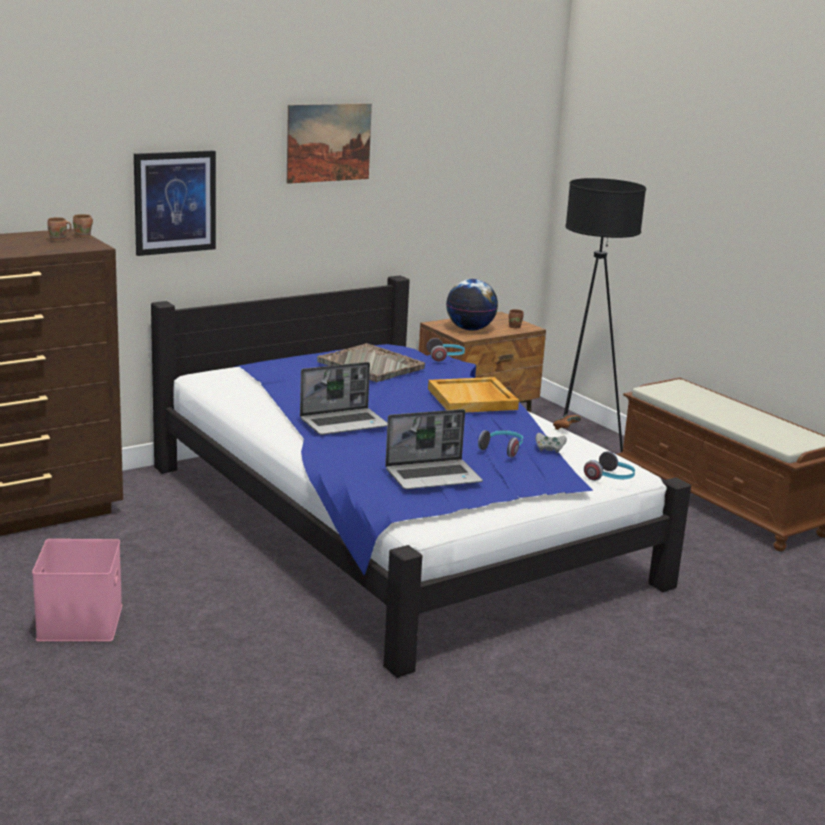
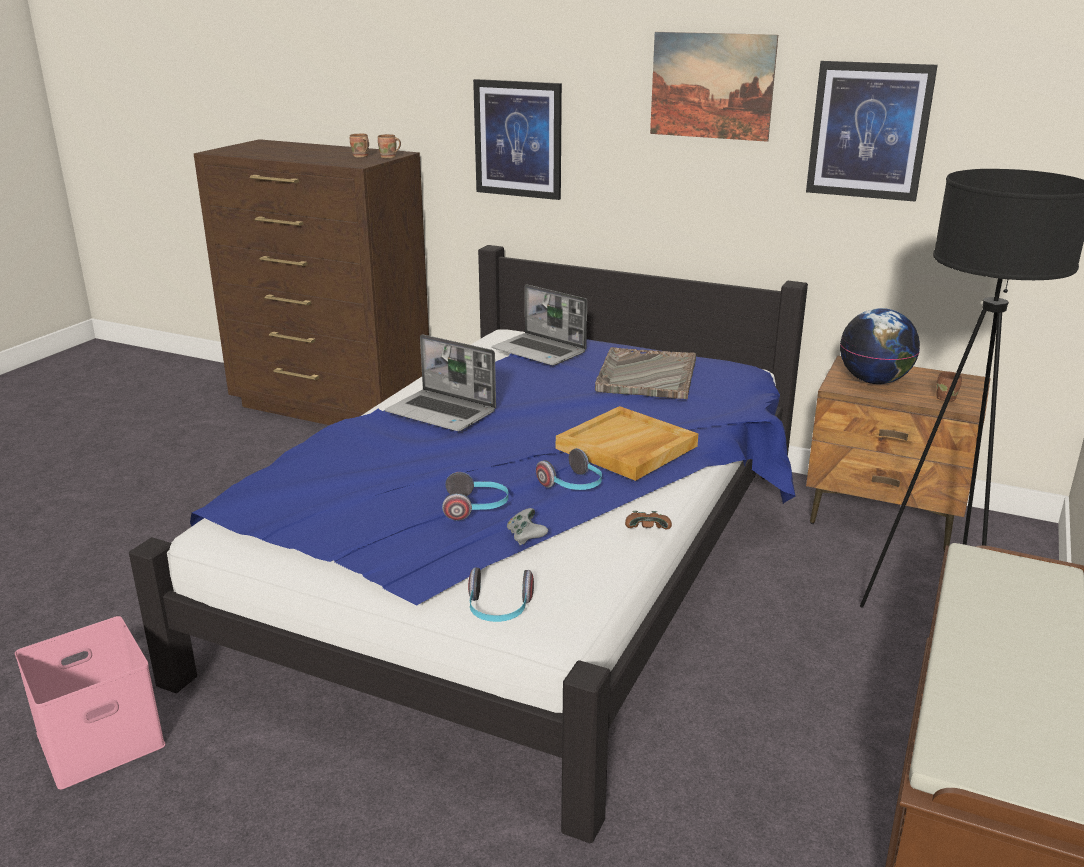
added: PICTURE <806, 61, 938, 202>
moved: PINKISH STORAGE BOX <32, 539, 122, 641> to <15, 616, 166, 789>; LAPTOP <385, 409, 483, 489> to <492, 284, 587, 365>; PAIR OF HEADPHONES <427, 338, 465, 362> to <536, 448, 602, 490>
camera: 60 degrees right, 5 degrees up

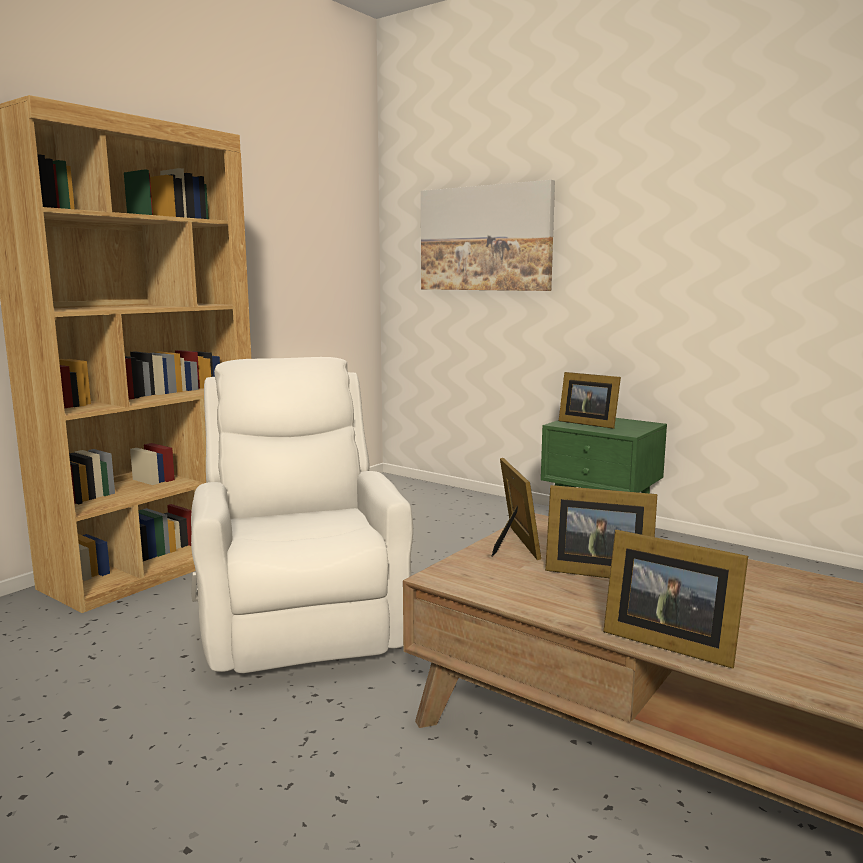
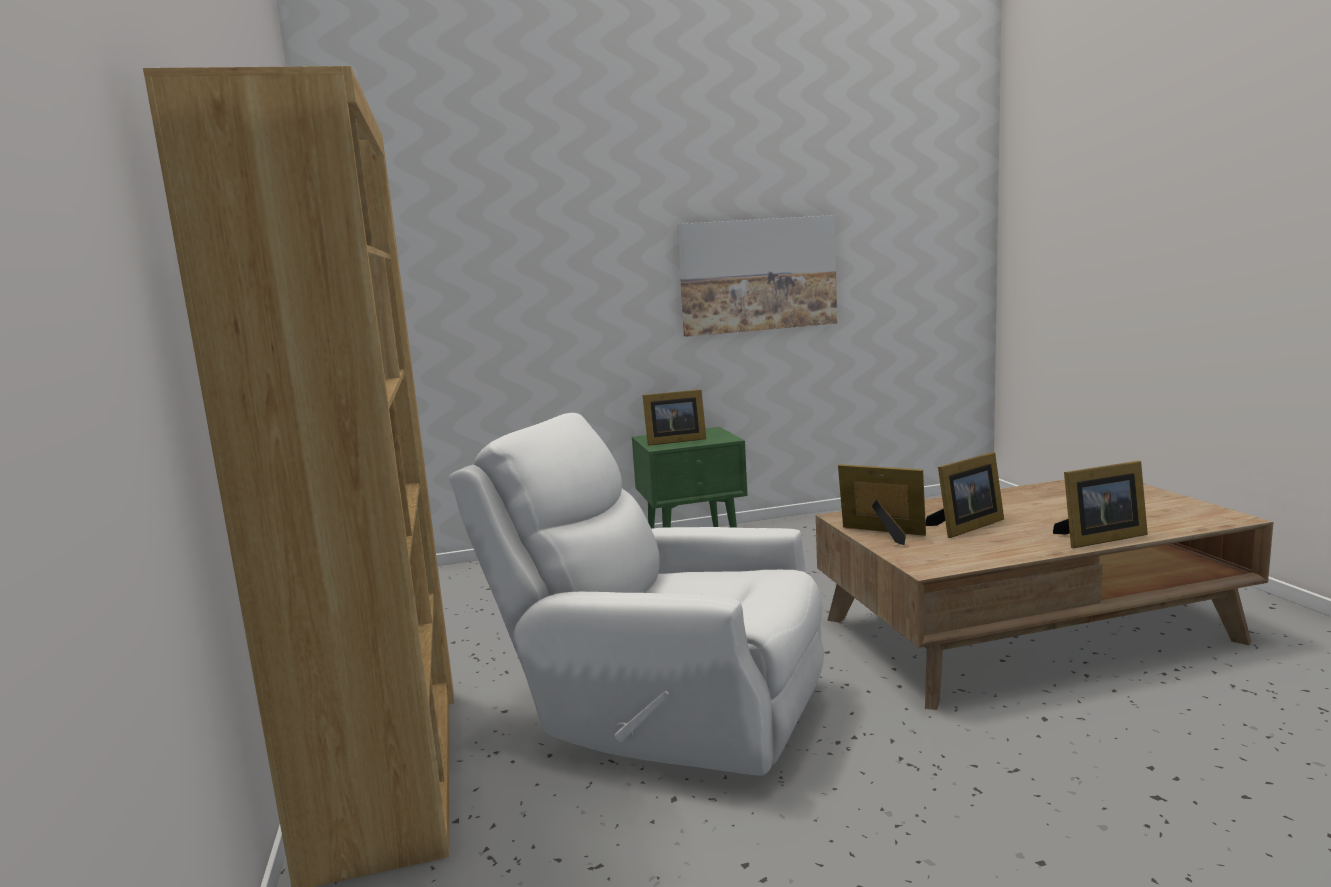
moved: PICTURE <421, 180, 555, 291> to <677, 215, 837, 337>
camera: 50 degrees left, 0 degrees up

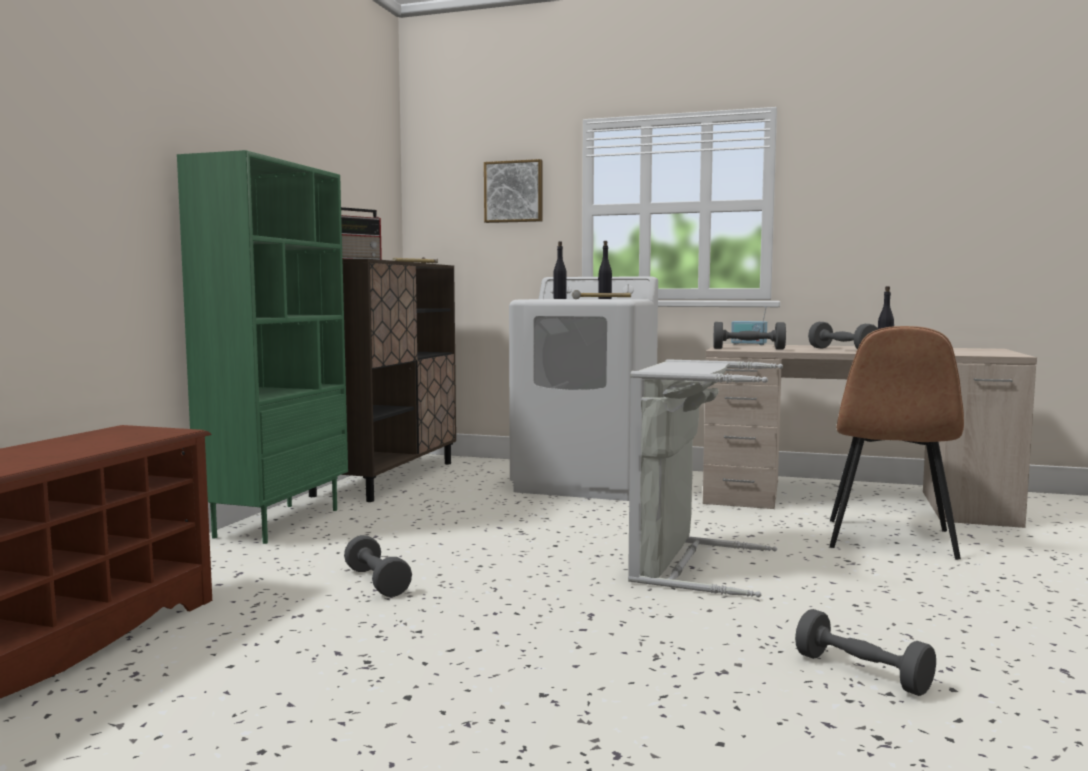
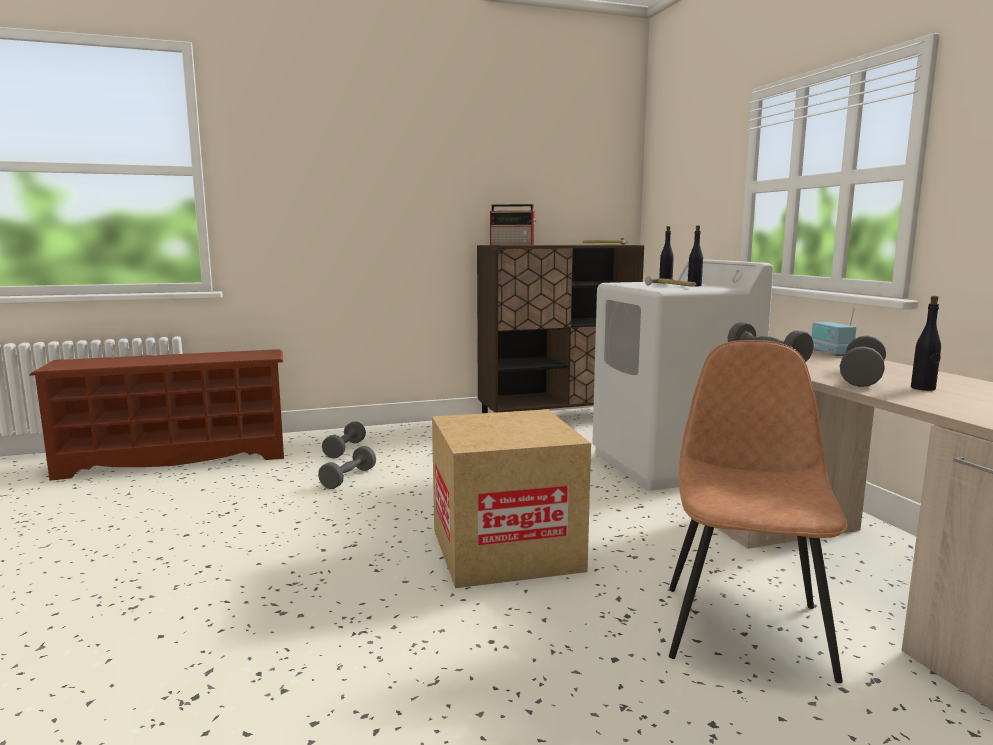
removed: GREEN SHELVING UNIT <177, 150, 348, 544>; PICTURE <484, 159, 543, 223>
moved: GRAY HAND WEIGHT <795, 609, 936, 696> to <322, 421, 366, 458>
replaced: GRAY WASHING BASKET <628, 359, 783, 597> to PACKING BOX <432, 409, 591, 588>
turned: BROWN-COLOURED CHAIR <830, 326, 964, 560> = <669, 340, 848, 683> 120 degrees clockwise
camera: 55 degrees right, 5 degrees up

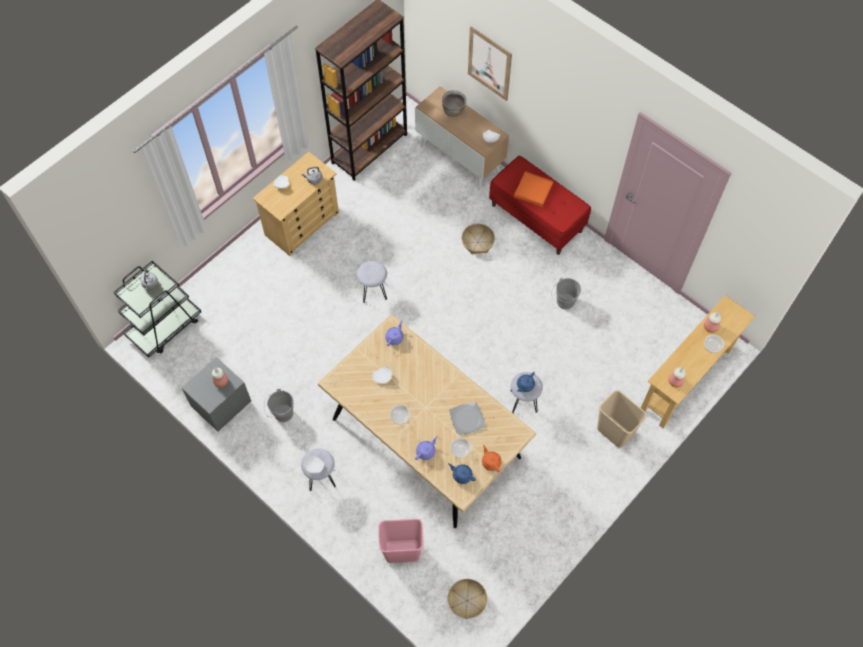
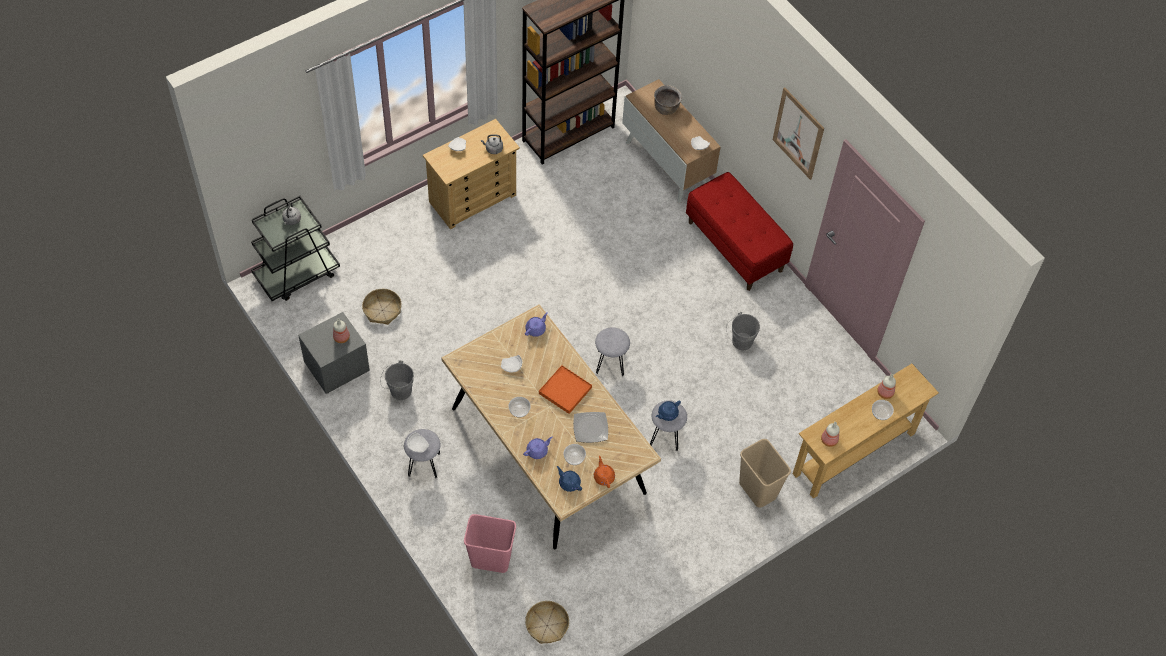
moved: GRAY SITTING STOOL <357, 261, 387, 303> to <595, 327, 630, 376>; HOUSEHOLD BASKET <462, 224, 495, 254> to <362, 289, 402, 325>; PICTURE <468, 26, 512, 101> to <773, 87, 824, 180>; ORANGEY TRAY <514, 171, 553, 207> to <539, 365, 592, 414>
camera: 10 degrees right, 5 degrees down

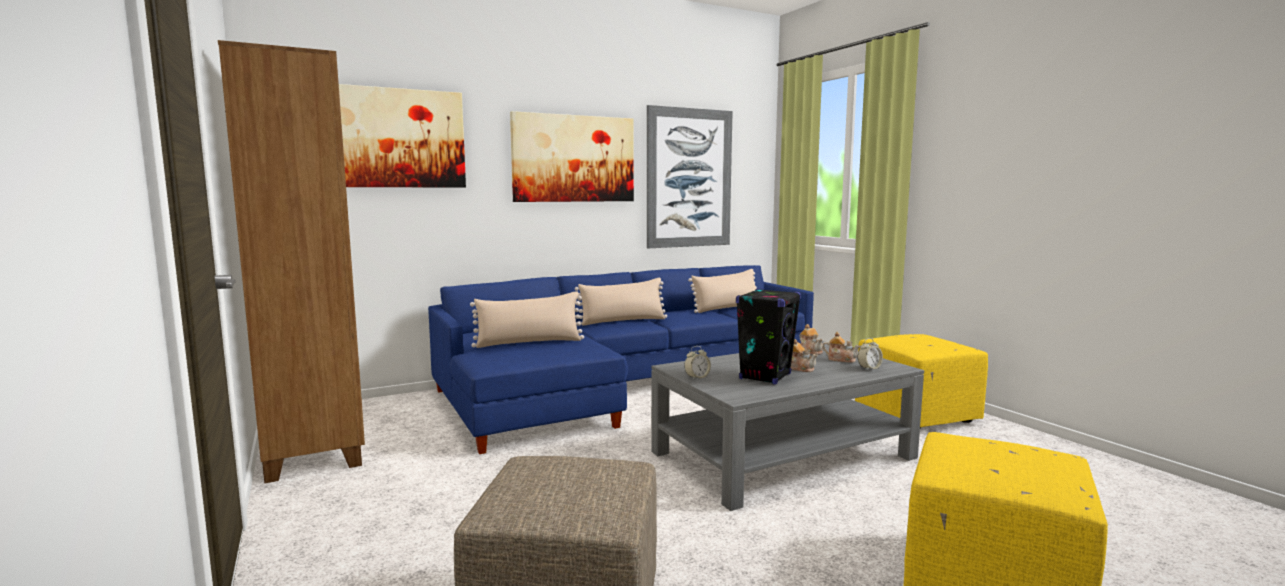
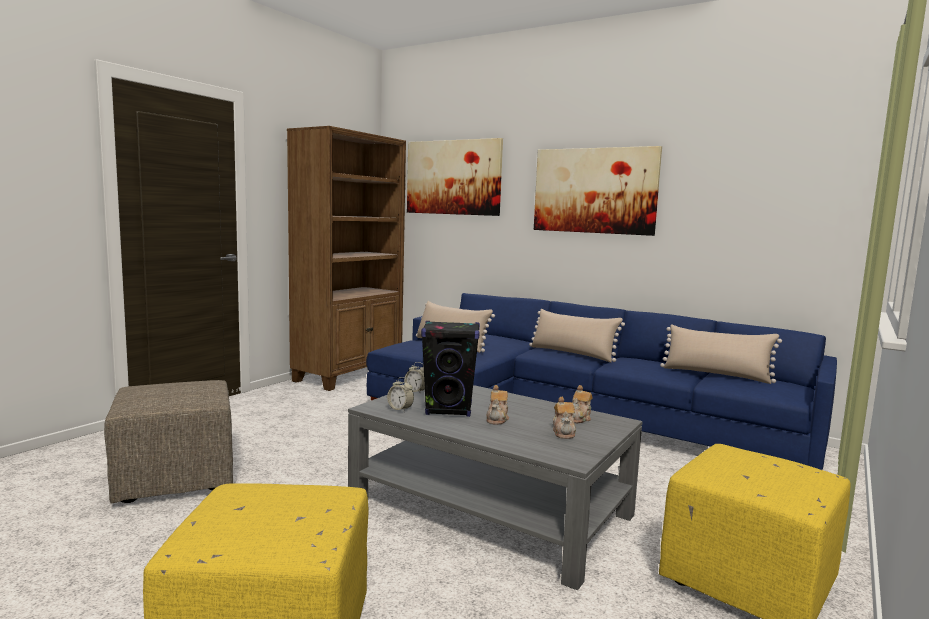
removed: PICTURE <647, 105, 733, 248>
moved: TABLE CLOCK <857, 338, 883, 370> to <387, 377, 414, 412>
camera: 60 degrees right, 0 degrees up

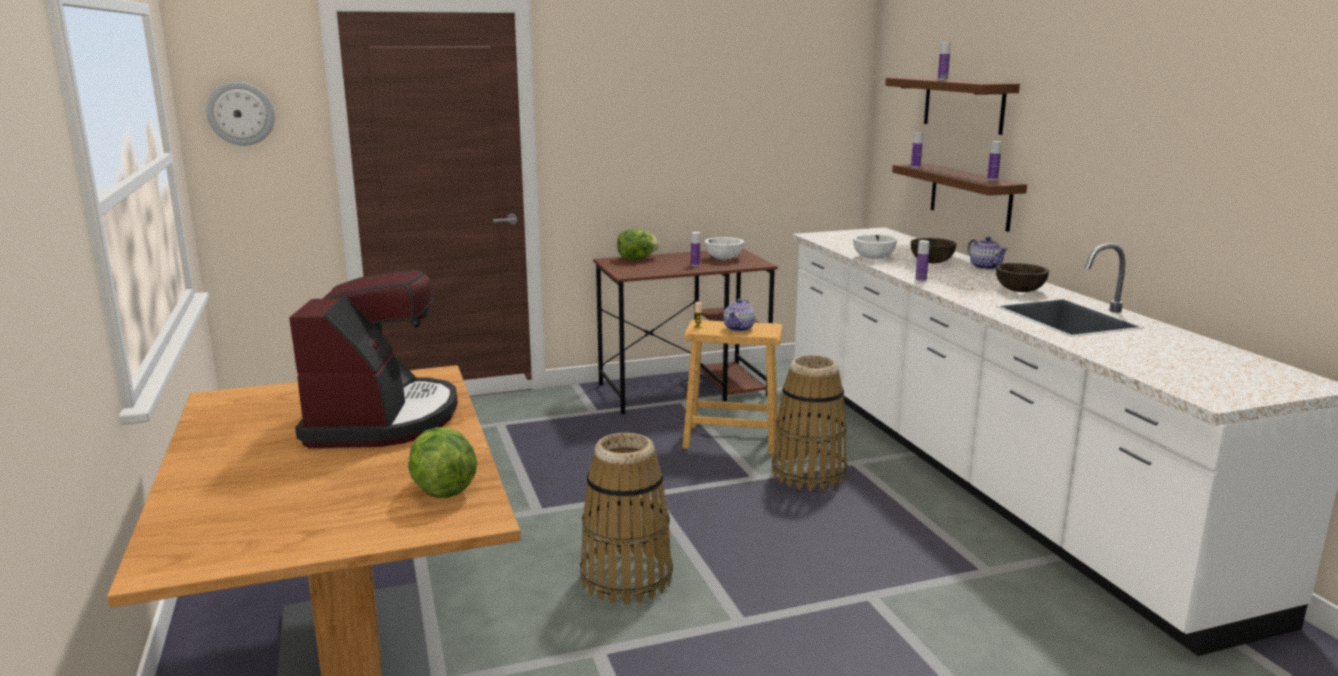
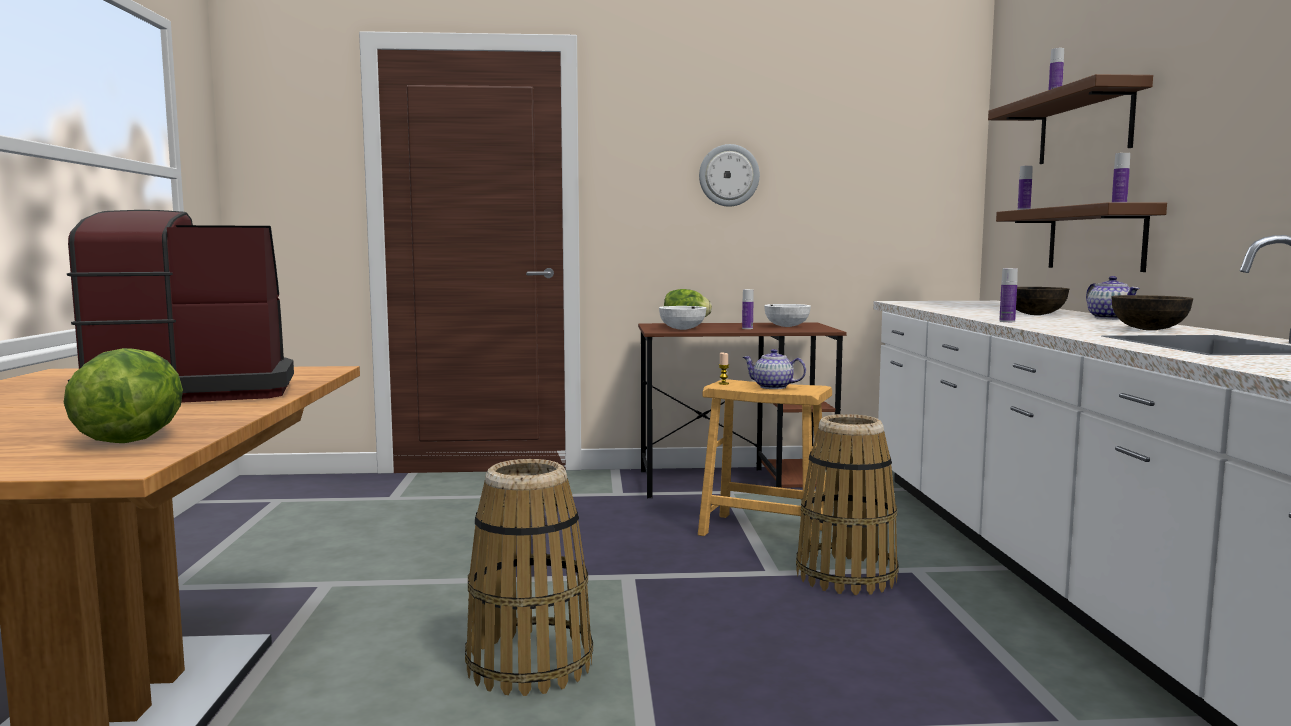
moved: CLOCK ON THE WALL <206, 82, 275, 146> to <699, 144, 760, 207>; WHITE-COLOURED SERVING BOWL <853, 234, 897, 259> to <659, 306, 707, 330>
turned: COFFEE BREWER <289, 270, 458, 448> = <67, 210, 294, 403> 120 degrees counterclockwise; POT FOR TEA <723, 299, 755, 332> = <743, 349, 806, 389> 75 degrees clockwise
camera: 15 degrees right, 10 degrees down

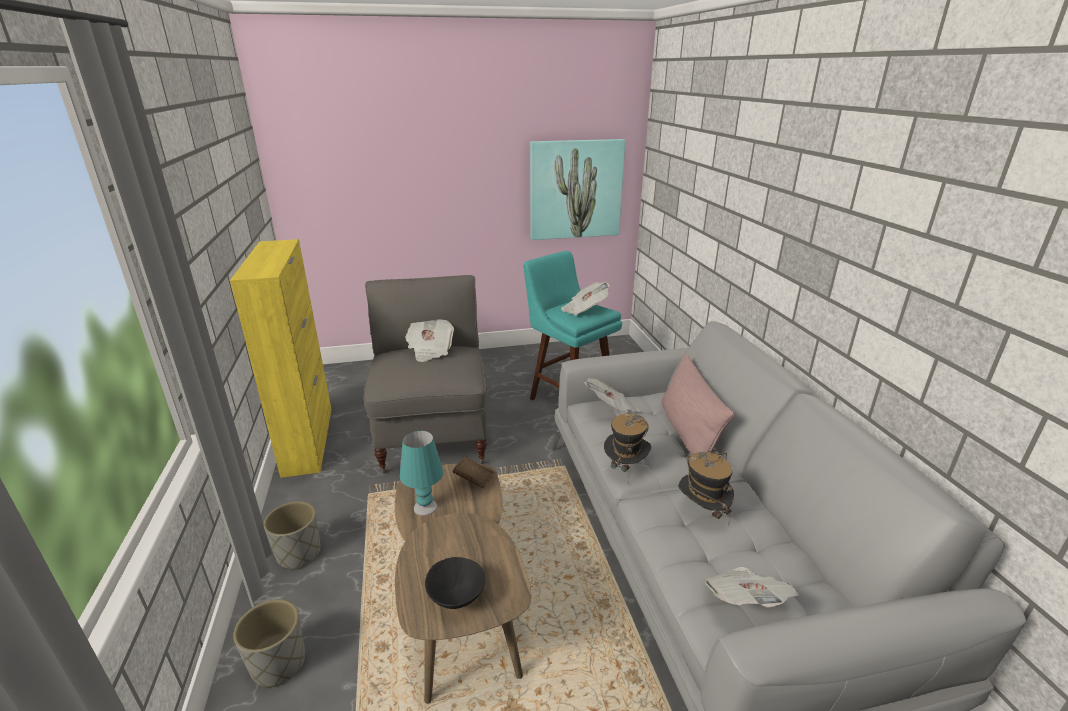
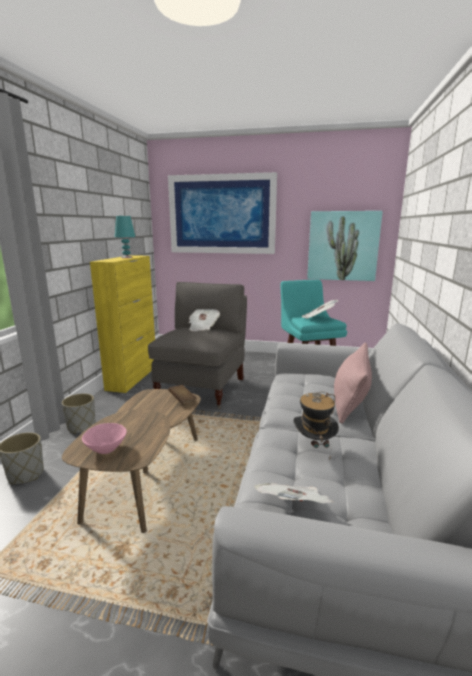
removed: PRINTED PAPER <584, 378, 640, 413>; HAT <604, 414, 651, 485>
added: PICTURE <168, 172, 277, 254>
moved: TURQUOISE LAMP FOR A TABLE <400, 430, 444, 516> to <115, 216, 135, 258>
recoloured: BLACKISH SERVING BOWL <425, 557, 485, 609> to PINKISH SERVING BOWL <82, 423, 127, 454>
camera: 25 degrees right, 10 degrees down

